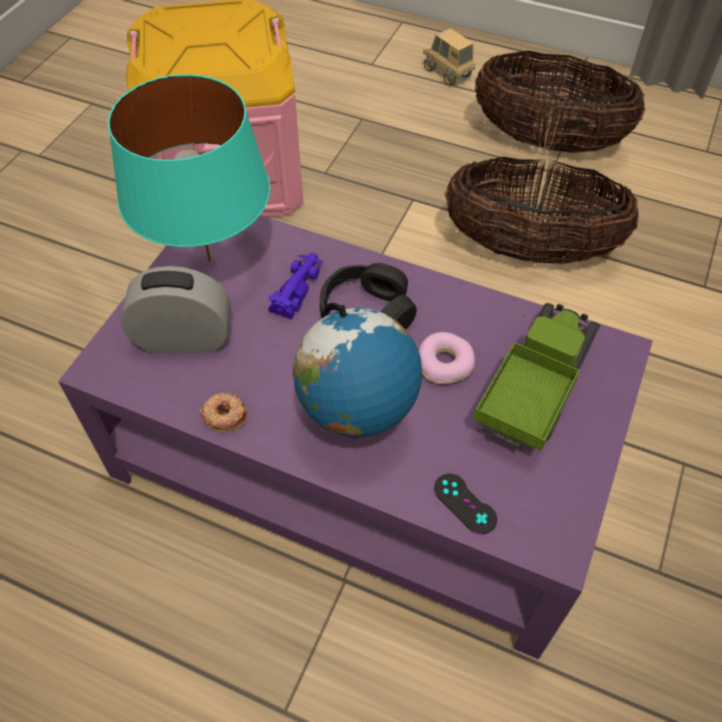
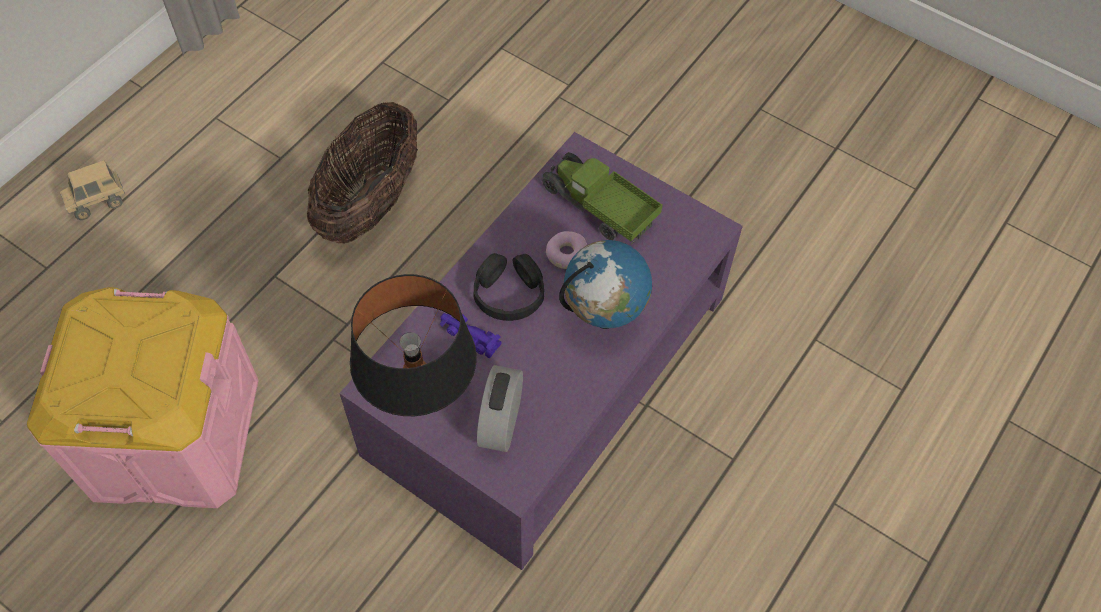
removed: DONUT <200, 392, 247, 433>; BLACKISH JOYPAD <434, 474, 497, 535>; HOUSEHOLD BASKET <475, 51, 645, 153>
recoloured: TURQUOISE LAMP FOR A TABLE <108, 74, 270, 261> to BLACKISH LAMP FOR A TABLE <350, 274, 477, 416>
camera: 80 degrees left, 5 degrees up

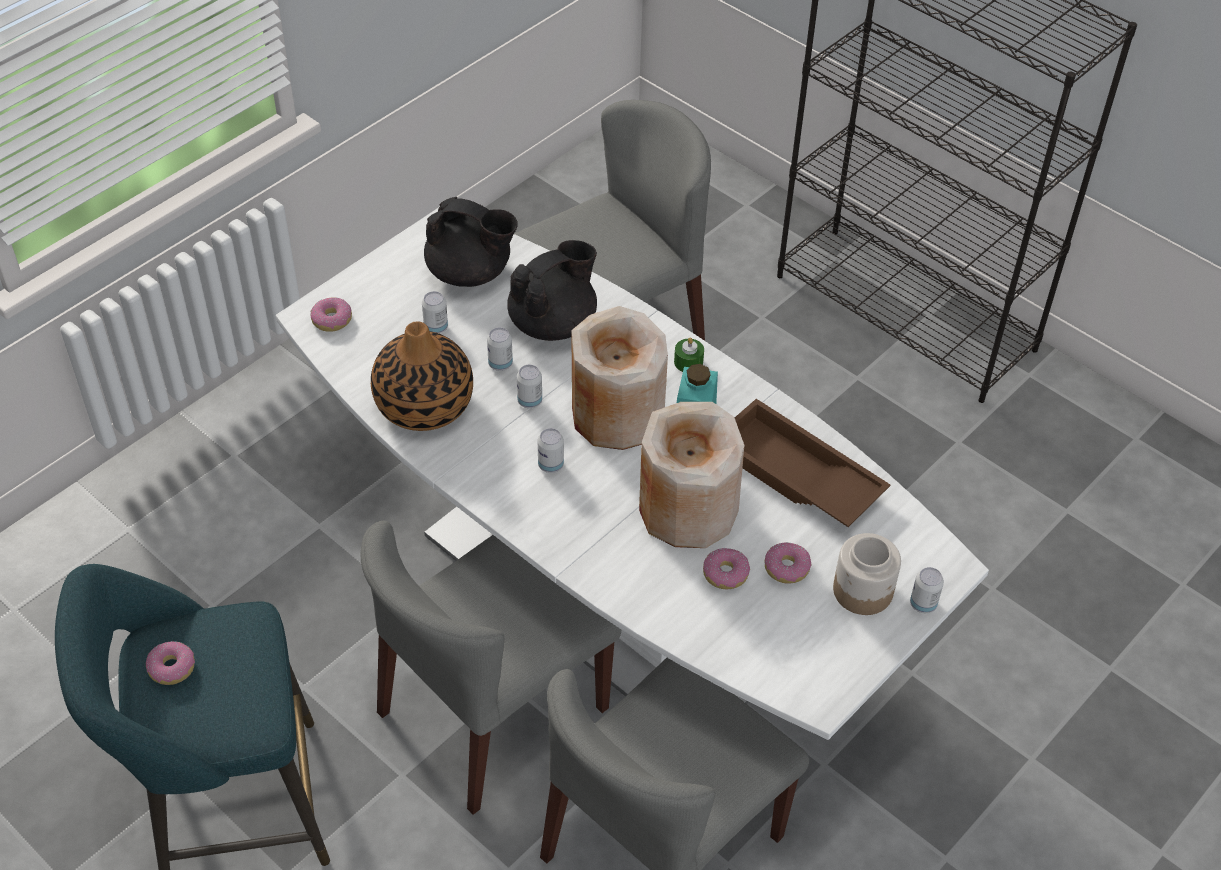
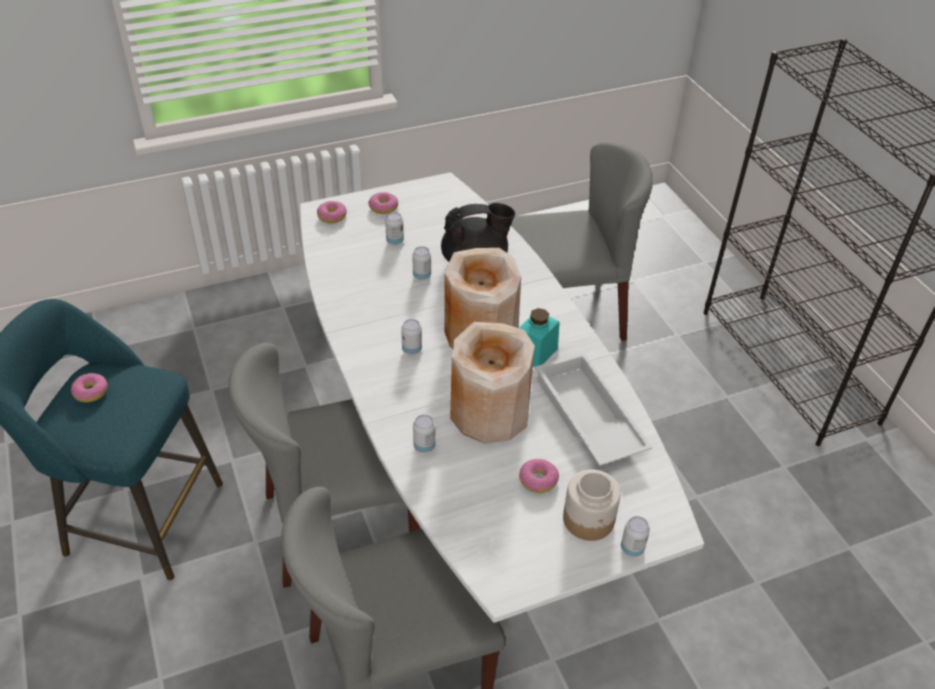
removed: DECORATIVE VASE <371, 321, 473, 431>; BLACKISH POT FOR TEA <424, 197, 518, 287>; GREEN WAX LIGHT <674, 338, 704, 372>
moved: METAL CAN <517, 365, 542, 408> to <413, 414, 435, 453>; DONUT <703, 548, 750, 589> to <369, 192, 398, 214>
recoloured: BROWN-COLOURED TRAY <735, 399, 890, 527> to WHITE-COLOURED TRAY <535, 352, 653, 466>
camera: 25 degrees right, 5 degrees down

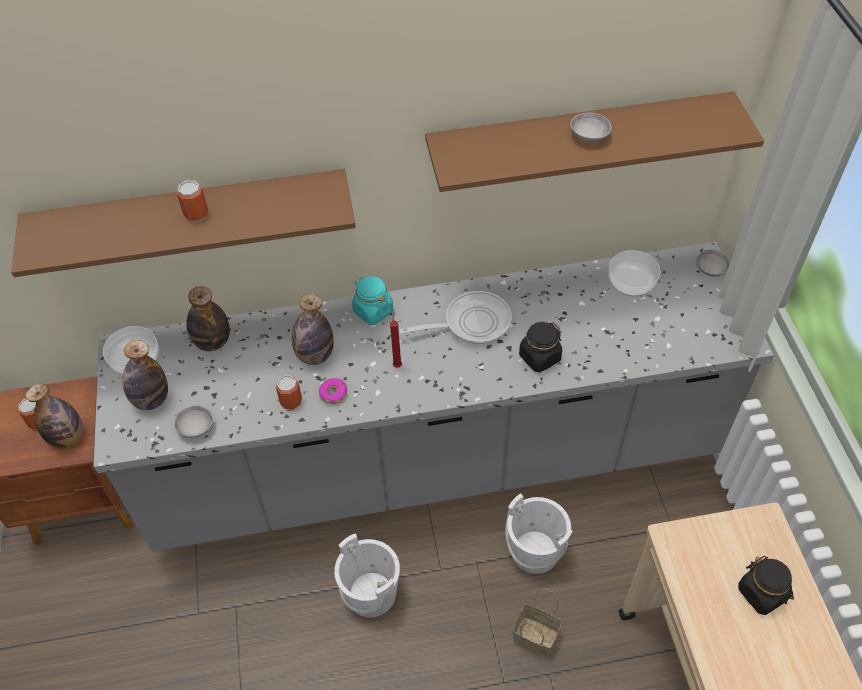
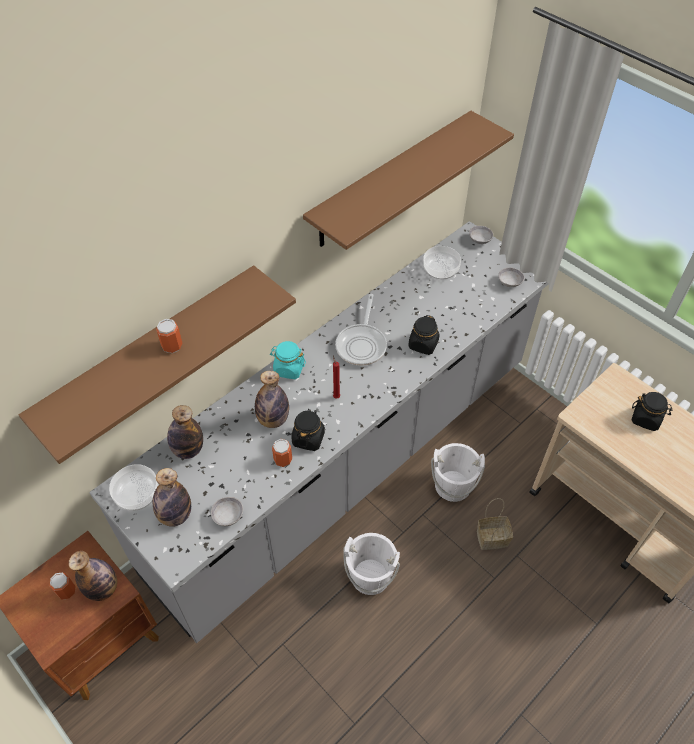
moved: GRAY SERVING BOWL <570, 113, 612, 142> to <498, 267, 524, 287>
replaced: DONUT <319, 378, 347, 404> to BLACKISH JAR <292, 409, 325, 451>
turned: SKILLET <399, 291, 512, 344> = <335, 294, 387, 366> 150 degrees clockwise
camera: 35 degrees left, 0 degrees up

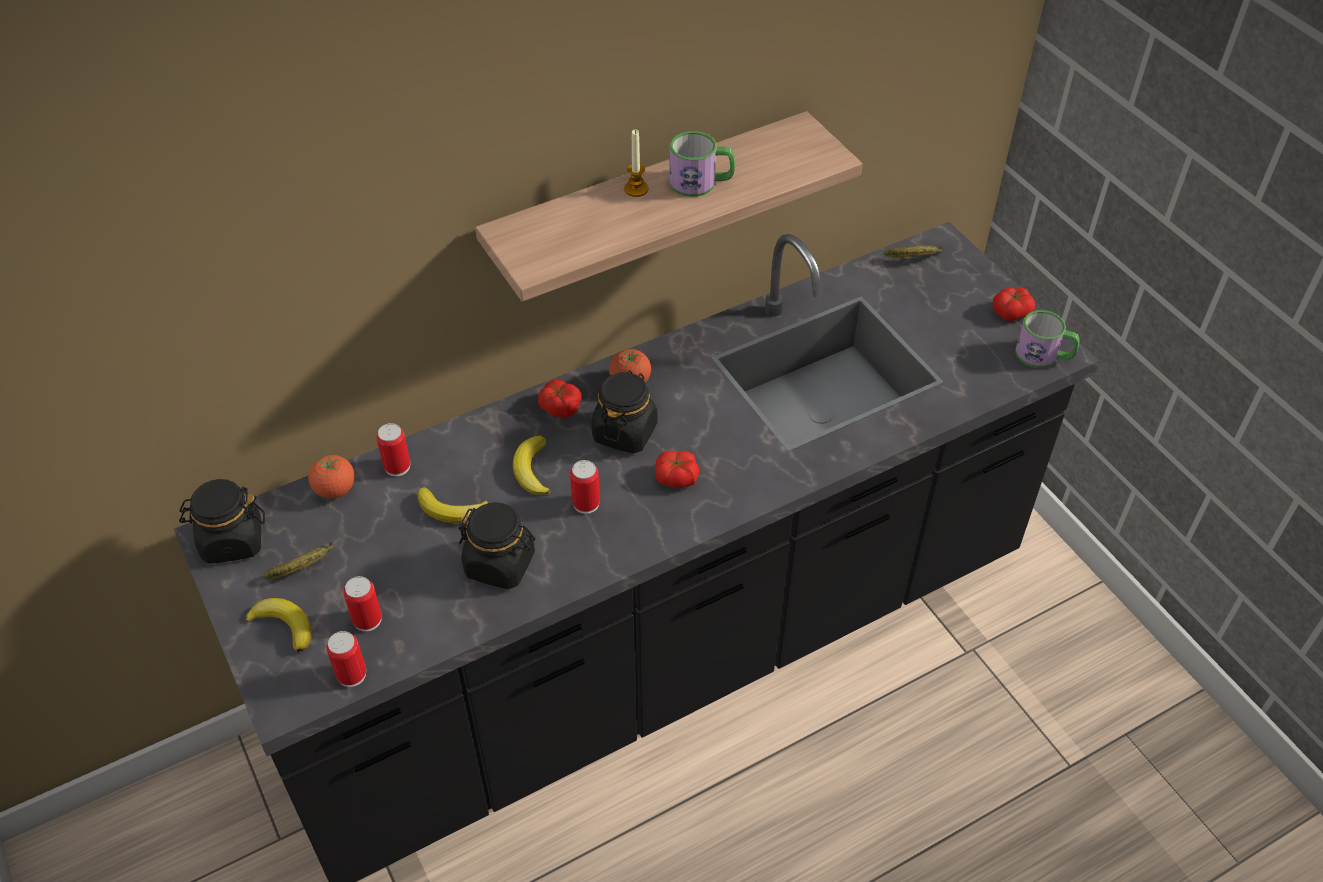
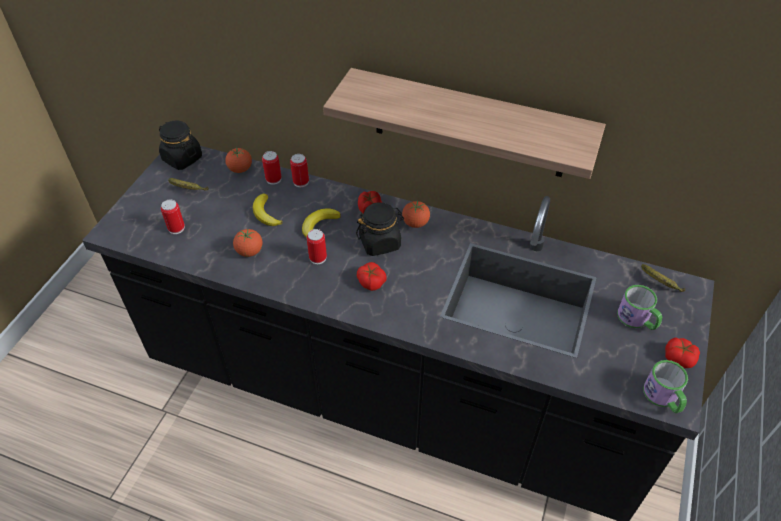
removed: WHOLE BANANA <246, 598, 312, 652>; WAX LIGHT <624, 129, 648, 197>
moved: METAL CAN <326, 631, 366, 687> to <290, 154, 309, 187>; COFFEE MUG <669, 131, 735, 197> to <617, 285, 662, 330>
replaced: BLACKISH JAR <459, 502, 535, 589> to TOMATO <233, 229, 263, 257>
camera: 50 degrees right, 0 degrees up

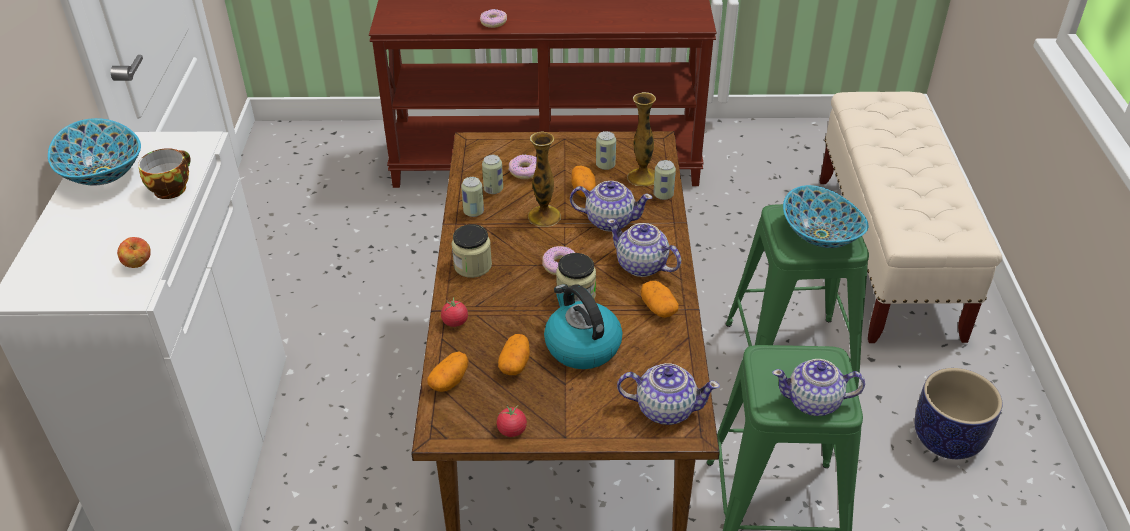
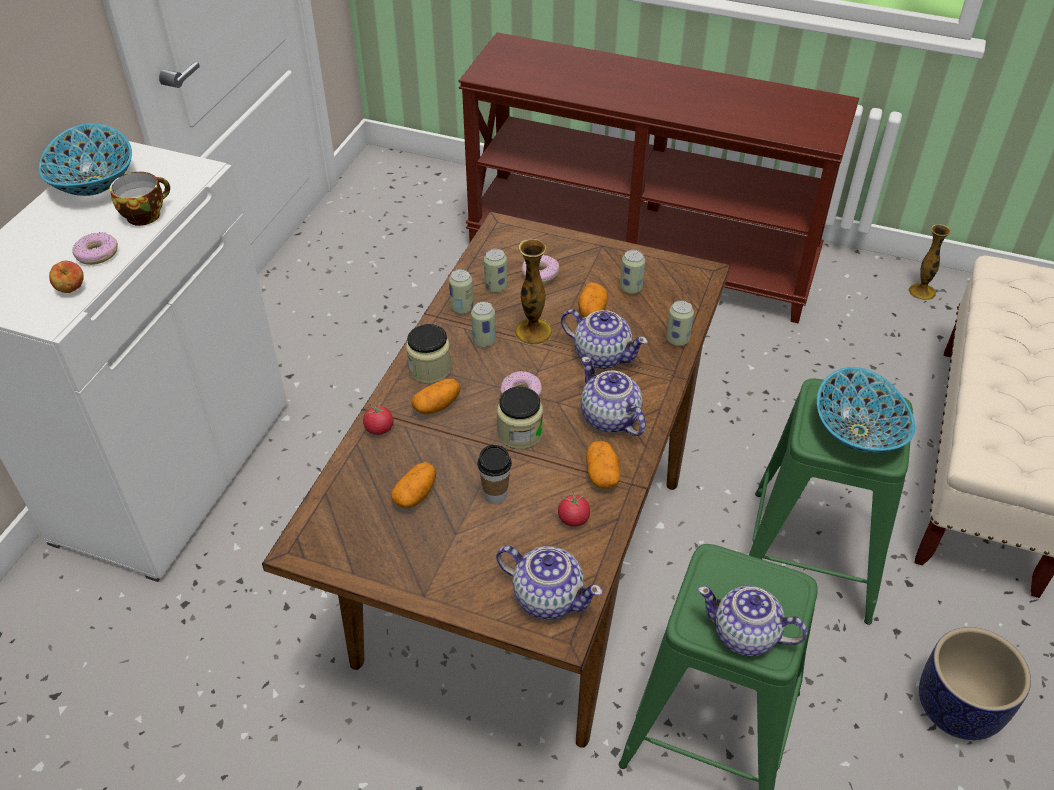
added: METAL CAN <471, 302, 496, 347>
moved: POTATO <427, 352, 469, 392> to <411, 379, 460, 415>; DONUT <480, 9, 507, 28> to <72, 232, 118, 265>; TOMATO <497, 405, 527, 437> to <558, 492, 590, 527>; DECORATIVE VASE <627, 92, 656, 186> to <908, 224, 951, 300>
replaced: WATER KETTLE <544, 284, 622, 369> to SMALL CUP <478, 444, 512, 504>
camera: 20 degrees right, 5 degrees up

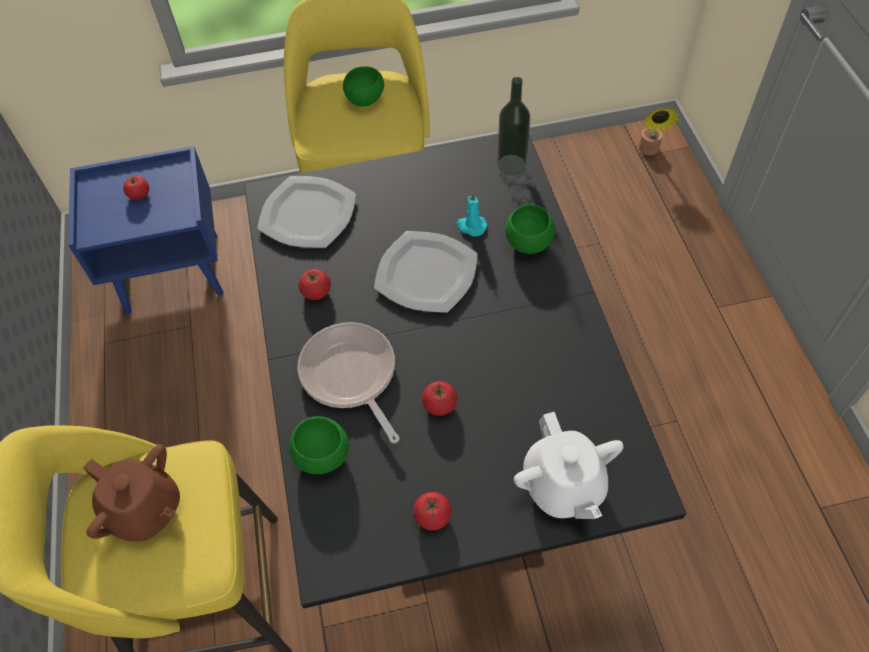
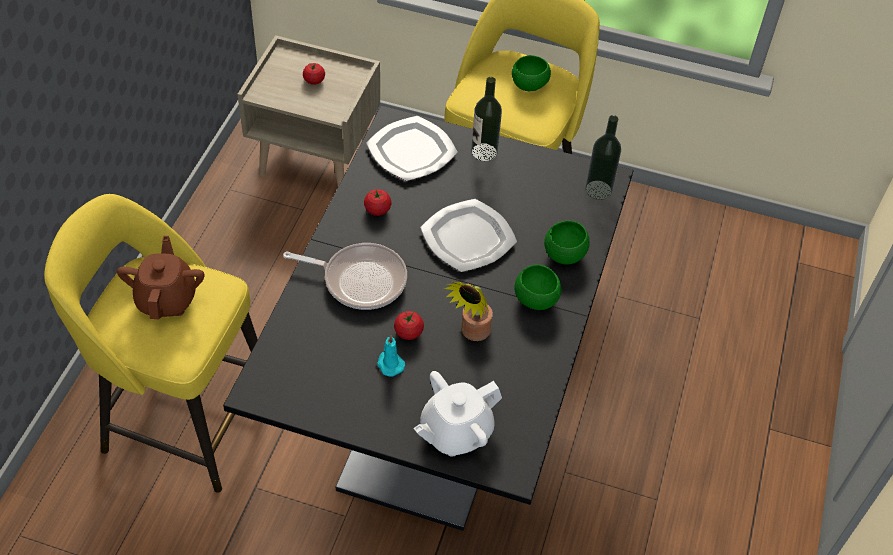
removed: TOMATO <413, 492, 452, 531>
added: BEVERAGE BOTTLE <471, 77, 502, 162>
moved: GREEN SERVING BOWL <289, 416, 349, 474> to <514, 264, 561, 310>; TURQUOISE WAX LIGHT <457, 192, 487, 237> to <377, 335, 405, 376>; HOUSEPLANT <638, 108, 680, 155> to <445, 281, 493, 341>
recoloured: BLUE-COLOURED BEDSIDE TABLE <68, 146, 223, 314> to BEIGE BEDSIDE TABLE <237, 35, 380, 186>
turned: BROWN-COLOURED POT FOR TEA <83, 444, 180, 542> = <117, 236, 205, 319> 150 degrees counterclockwise; SKILLET <298, 322, 400, 443> = <283, 243, 407, 310> 105 degrees clockwise; WHITE-COLOURED POT FOR TEA <514, 412, 624, 519> = <414, 371, 502, 456> 45 degrees clockwise
camera: 25 degrees right, 5 degrees down

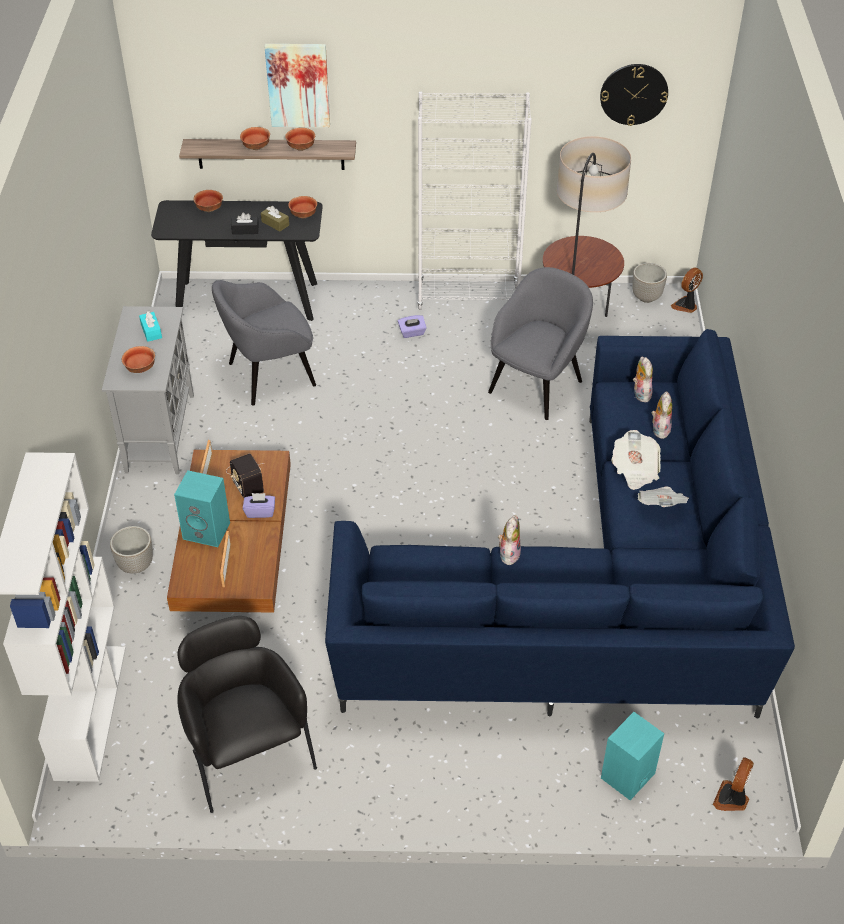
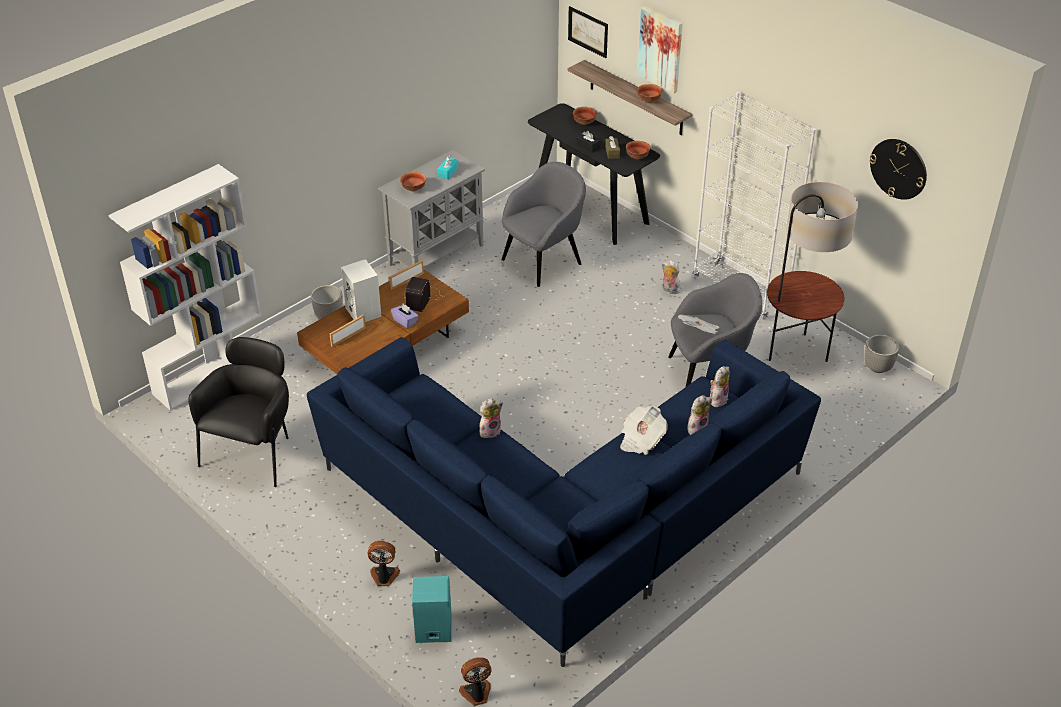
removed: SERVING BOWL <240, 127, 270, 150>
added: PICTURE <568, 6, 608, 58>
moved: PRINTED PAPER <638, 486, 689, 507> to <678, 314, 719, 334>; ELECTRIC FAN <671, 267, 703, 313> to <367, 541, 400, 586>
replaced: PURPLE-COLOURED BOX OF TISSUES <398, 315, 427, 338> to PLUSH TOY <662, 260, 680, 294>
recoloured: TURQUOISE LOUDSPEAKER <174, 470, 230, 547> to WHITE-COLOURED LOUDSPEAKER <341, 259, 382, 322>
turned: GRAY ARMCHAIR <212, 280, 316, 406> = <502, 162, 586, 287> 120 degrees clockwise
camera: 45 degrees right, 5 degrees down

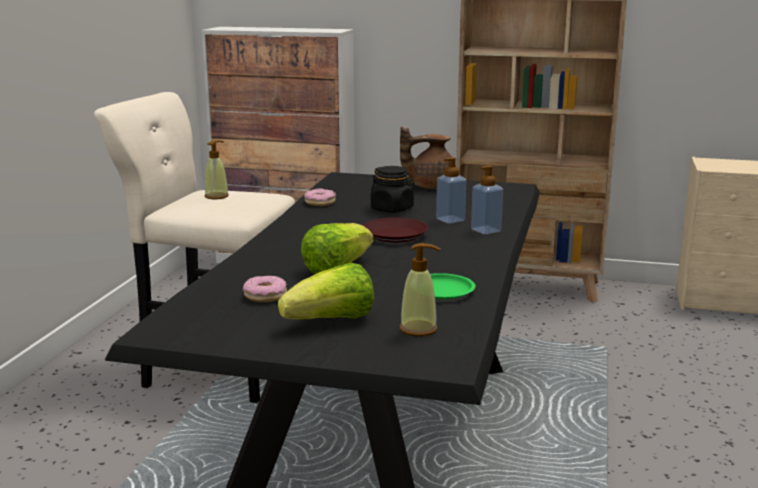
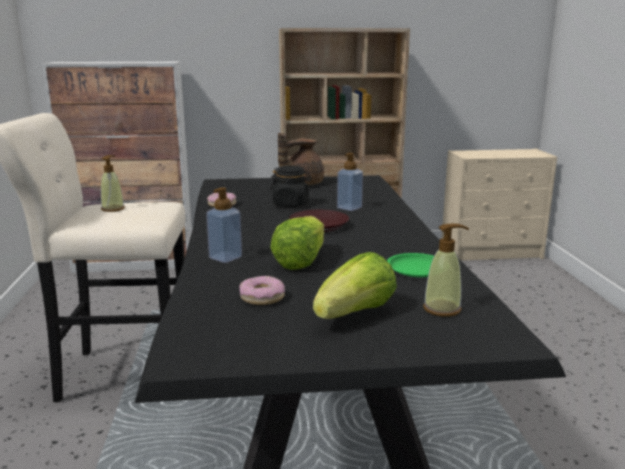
moved: SOAP DISPENSER <471, 166, 503, 234> to <206, 187, 242, 263>
camera: 20 degrees left, 0 degrees up

